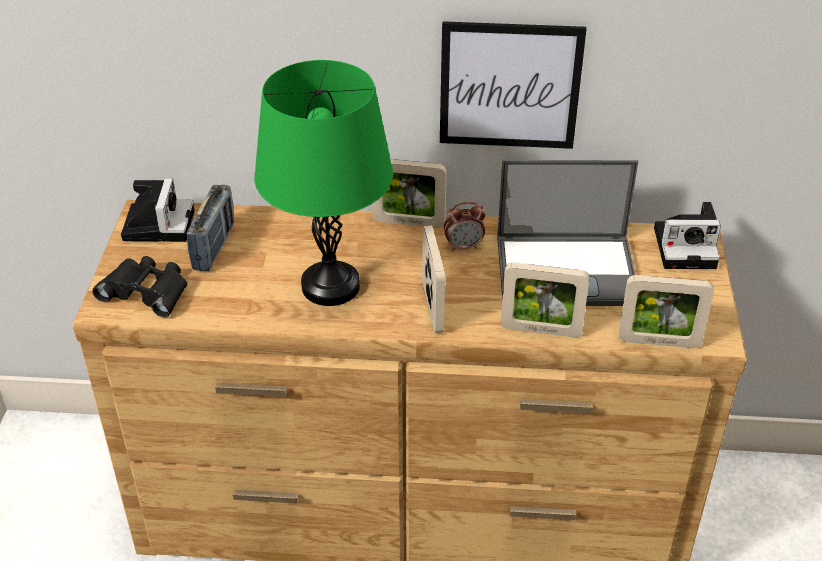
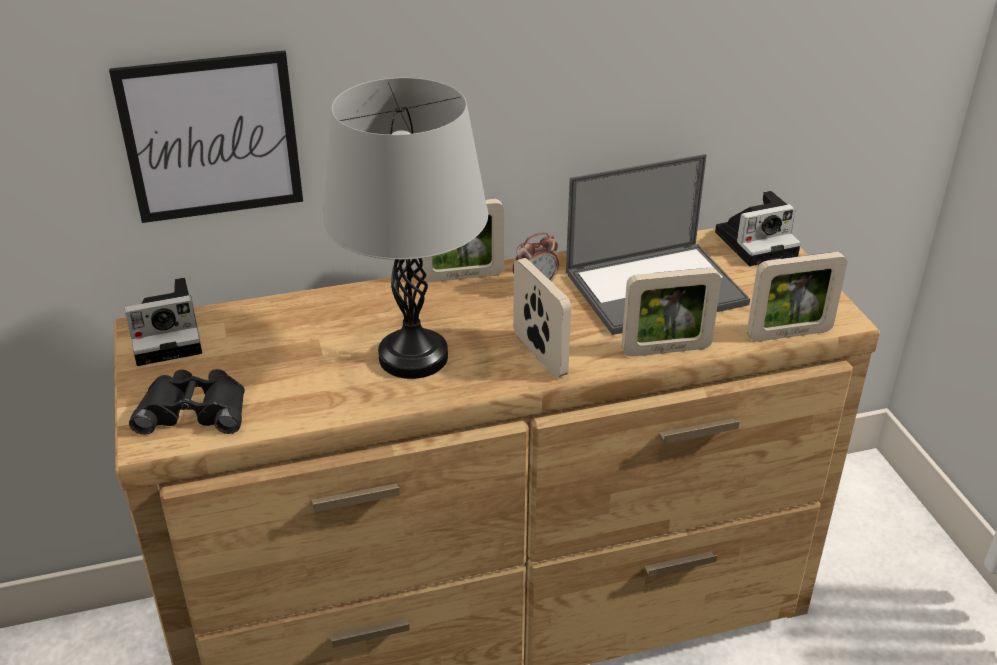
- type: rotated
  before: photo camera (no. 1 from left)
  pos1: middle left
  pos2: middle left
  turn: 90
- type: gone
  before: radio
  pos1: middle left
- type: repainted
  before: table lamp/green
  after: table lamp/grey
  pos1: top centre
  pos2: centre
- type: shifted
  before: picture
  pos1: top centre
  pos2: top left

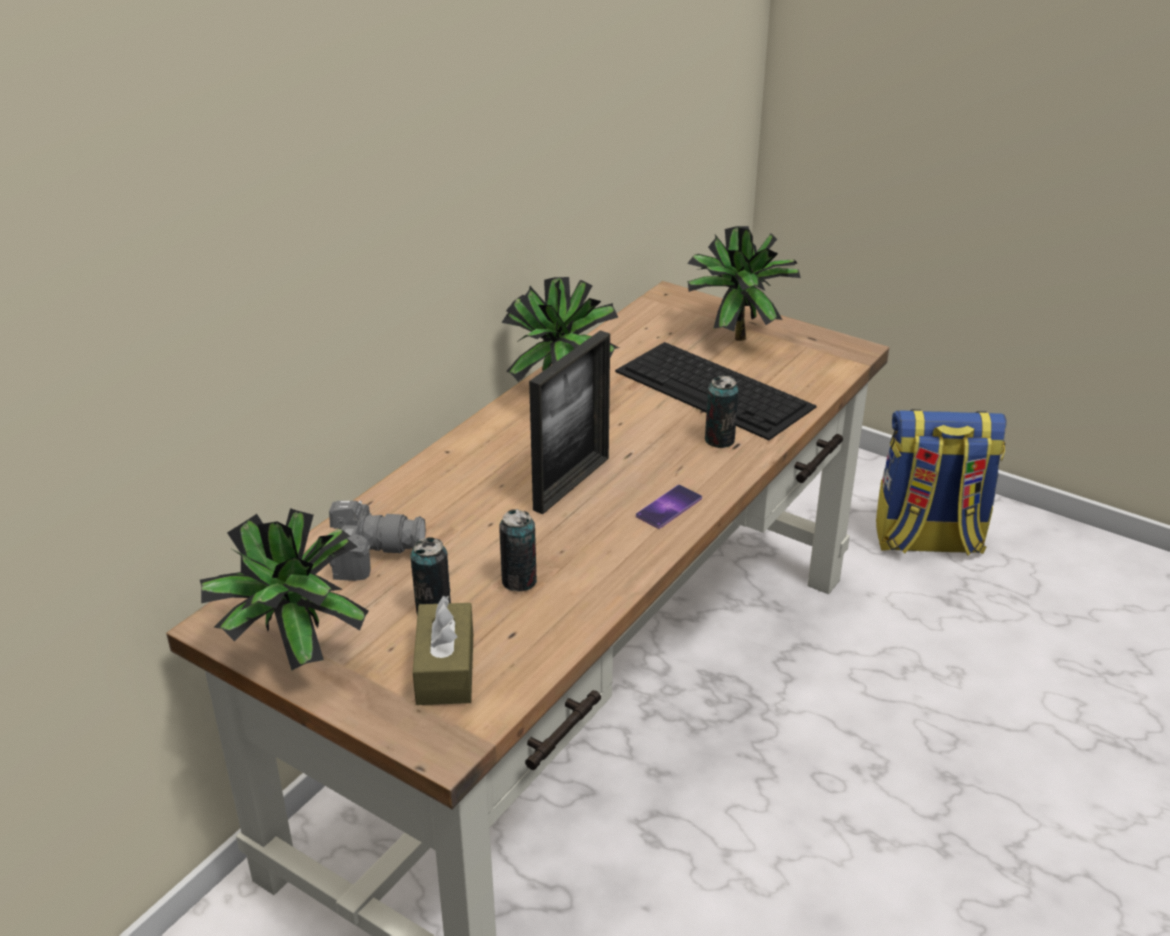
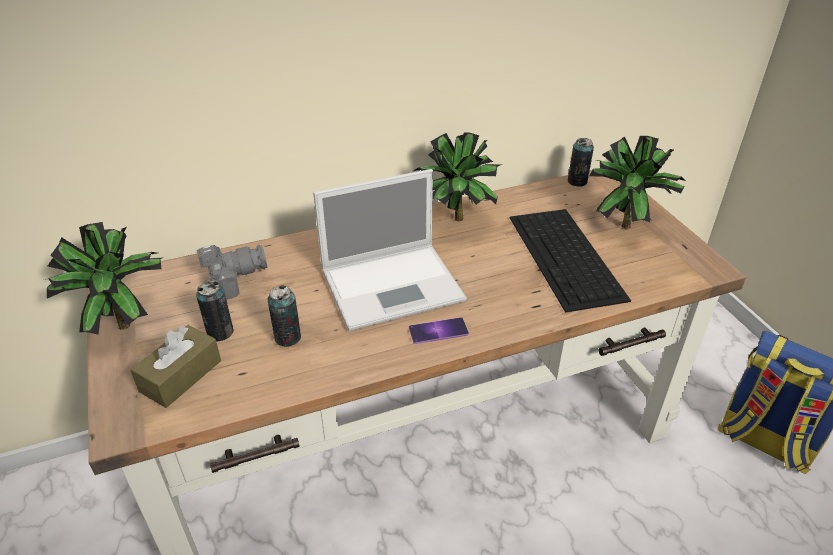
- type: rotated
  before: photo camera
  pos1: middle left
  pos2: middle left
  turn: -60
- type: swapped
  before: picture frame
  after: laptop
  pos1: centre
  pos2: centre
- type: shifted
  before: can (no. 3 from left)
  pos1: centre
  pos2: top right

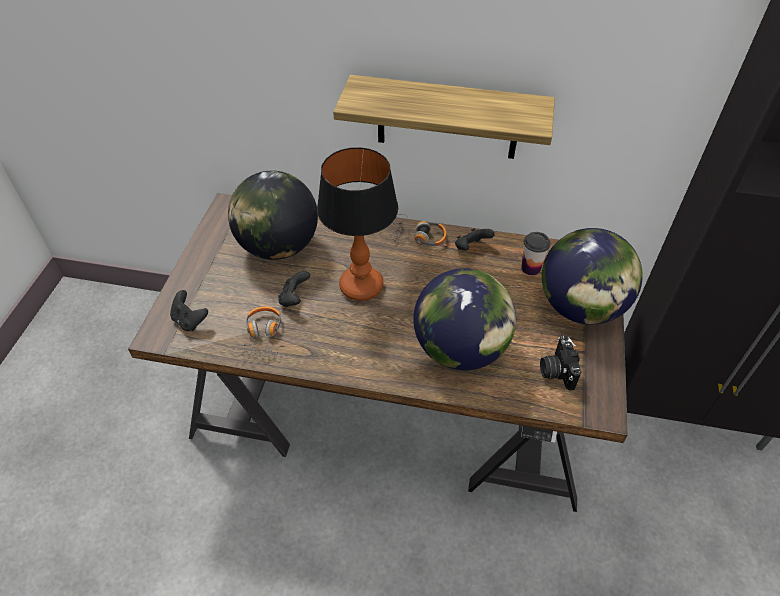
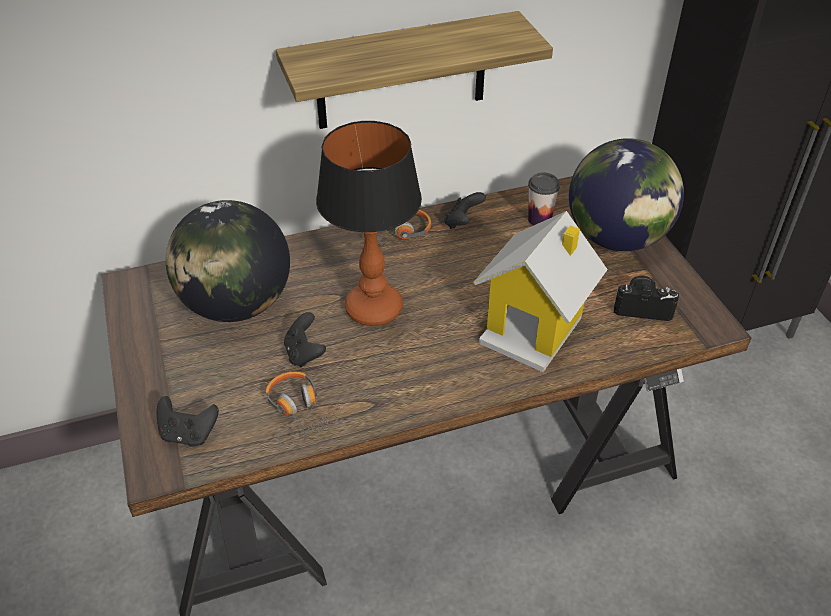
- type: swapped
  before: globe (no. 2 from left)
  after: toy house
  pos1: centre
  pos2: centre
- type: rotated
  before: photo camera
  pos1: middle right
  pos2: middle right
  turn: 135

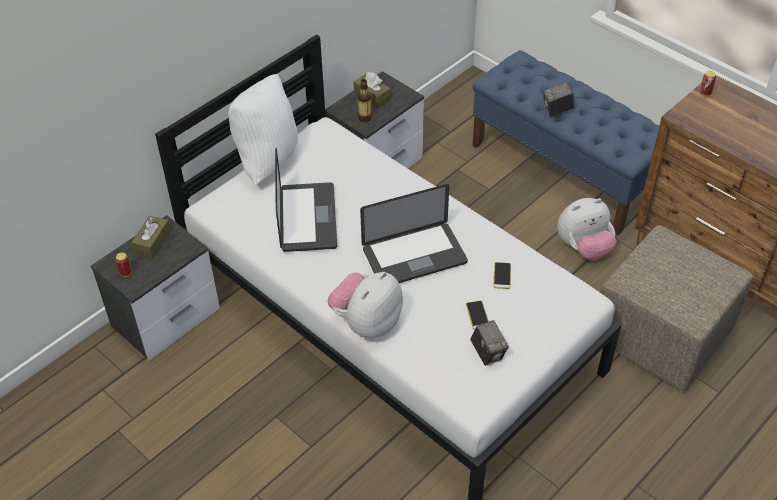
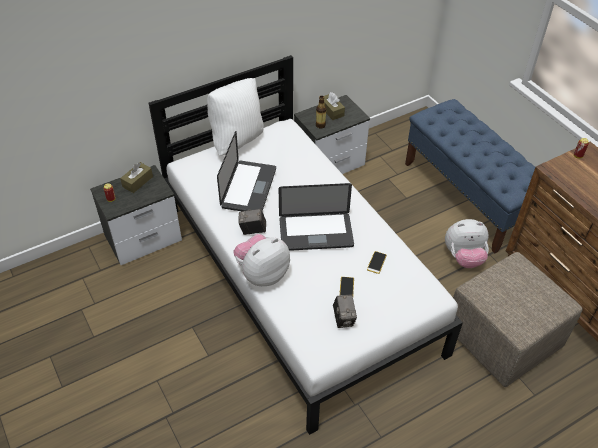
- type: shifted
  before: photo camera (no. 2 from left in the first image)
  after: photo camera (no. 1 from left)
  pos1: top right
  pos2: centre

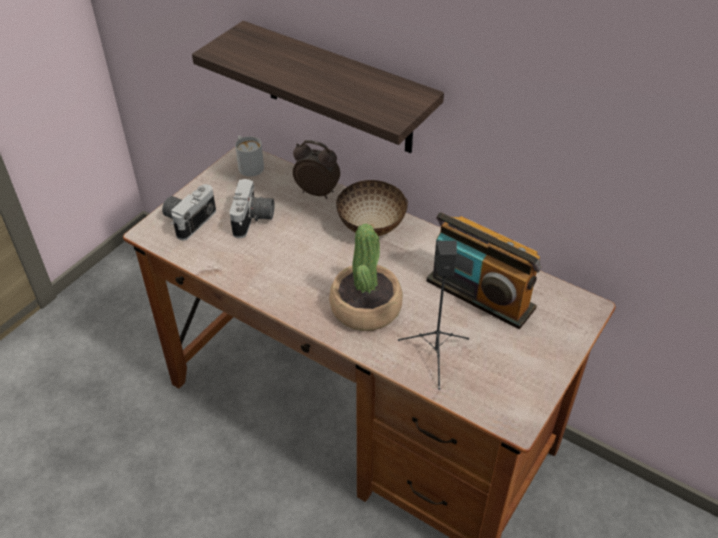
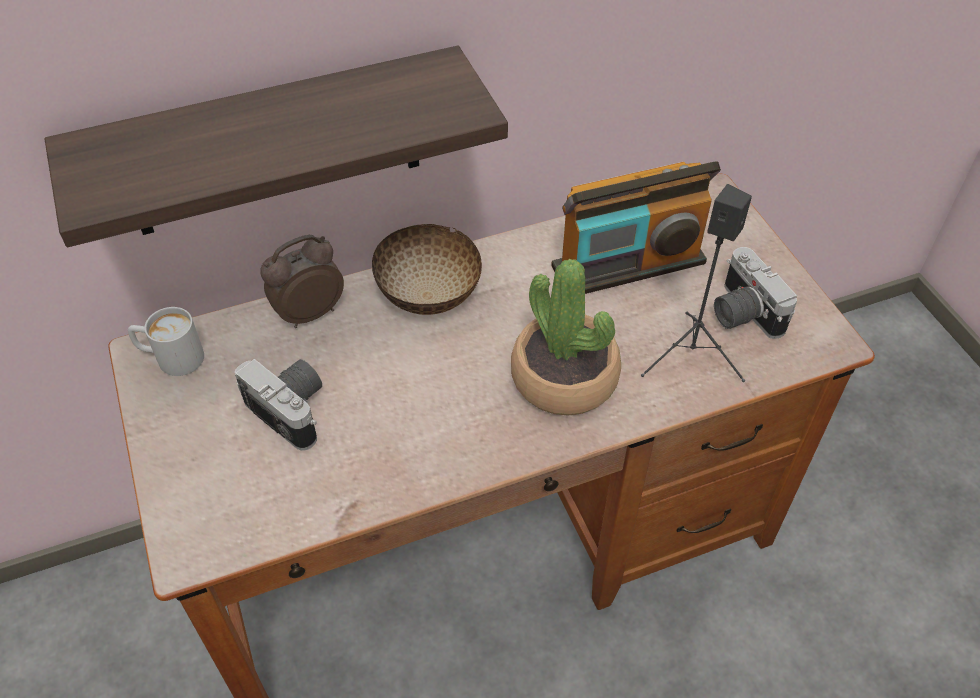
- type: shifted
  before: photo camera (no. 1 from left in the first image)
  after: photo camera (no. 2 from left)
  pos1: middle left
  pos2: middle right

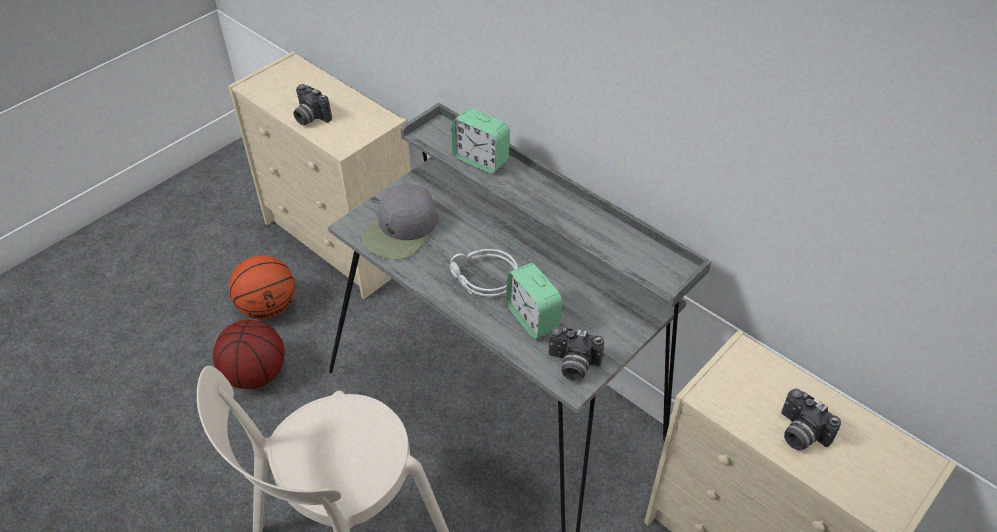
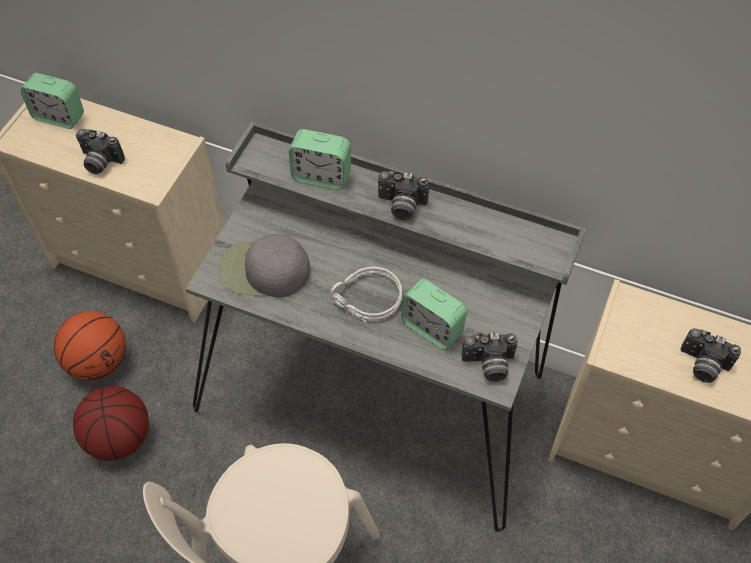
- type: rotated
  before: cap/grey
  pos1: centre
  pos2: centre
  turn: 90
- type: new
  after: alarm clock (no. 1 from left)
  pos2: top left
- type: new
  after: photo camera (no. 2 from left)
  pos2: centre

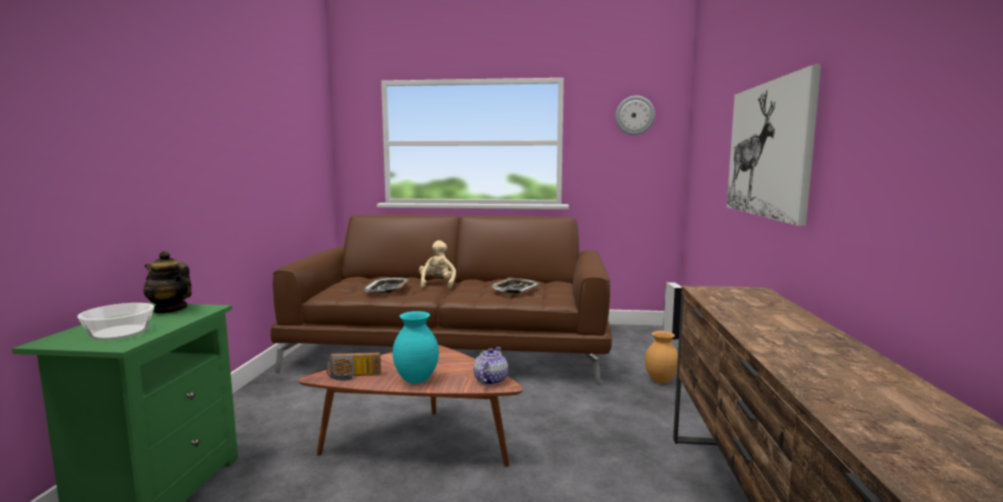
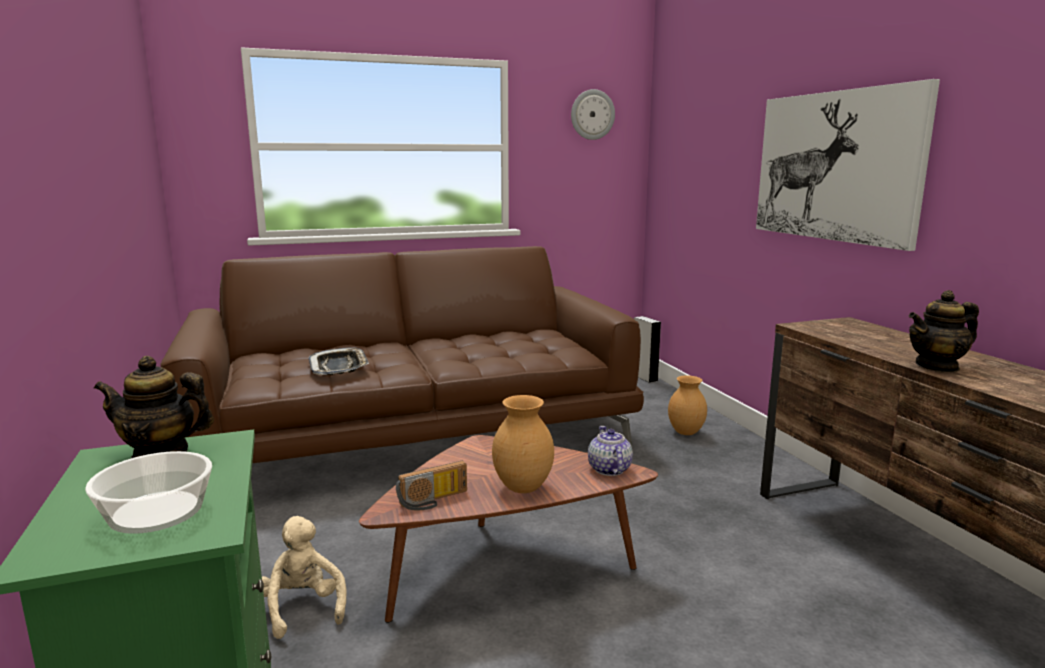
- type: repainted
  before: vase/turquoise
  after: vase/brown (no. 1 from left)
  pos1: bottom centre
  pos2: centre
- type: shifted
  before: plush toy/beige
  pos1: centre
  pos2: bottom left
- type: gone
  before: tray (no. 2 from left)
  pos1: centre
- type: new
  after: teapot (no. 3 from left)
  pos2: middle right

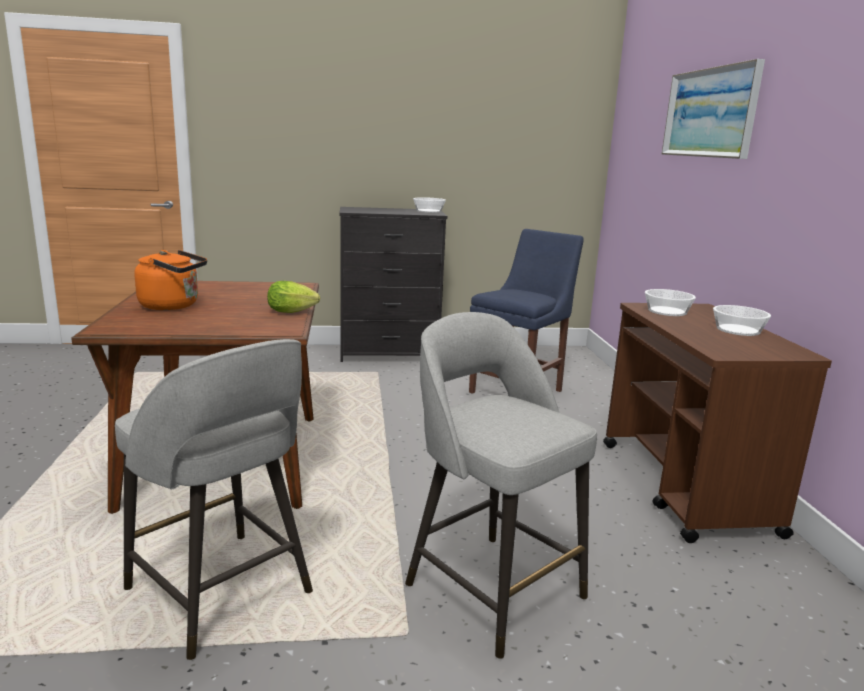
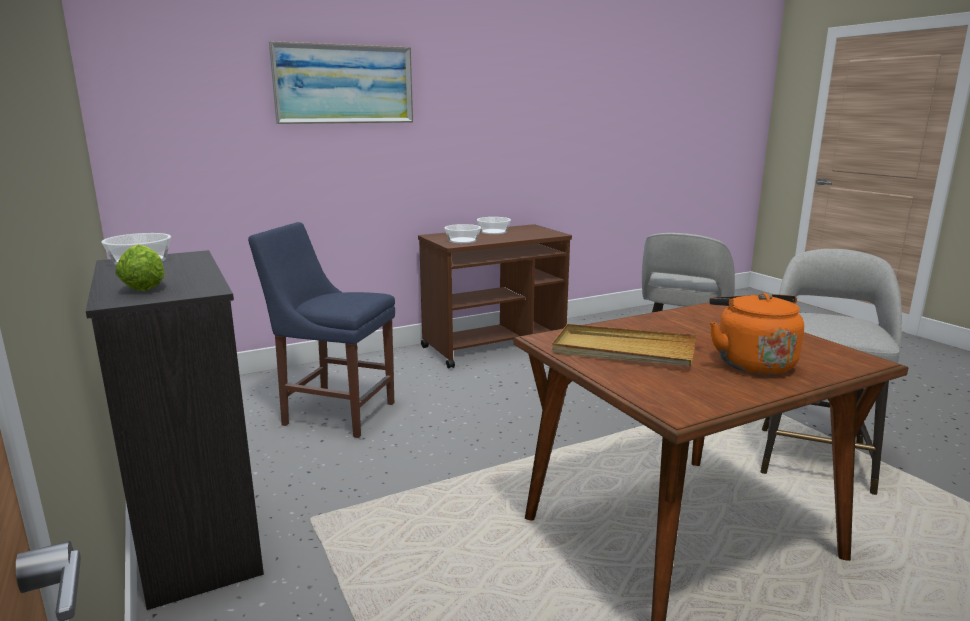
- type: shifted
  before: lettuce
  pos1: centre
  pos2: middle left
- type: new
  after: tray/beige
  pos2: centre

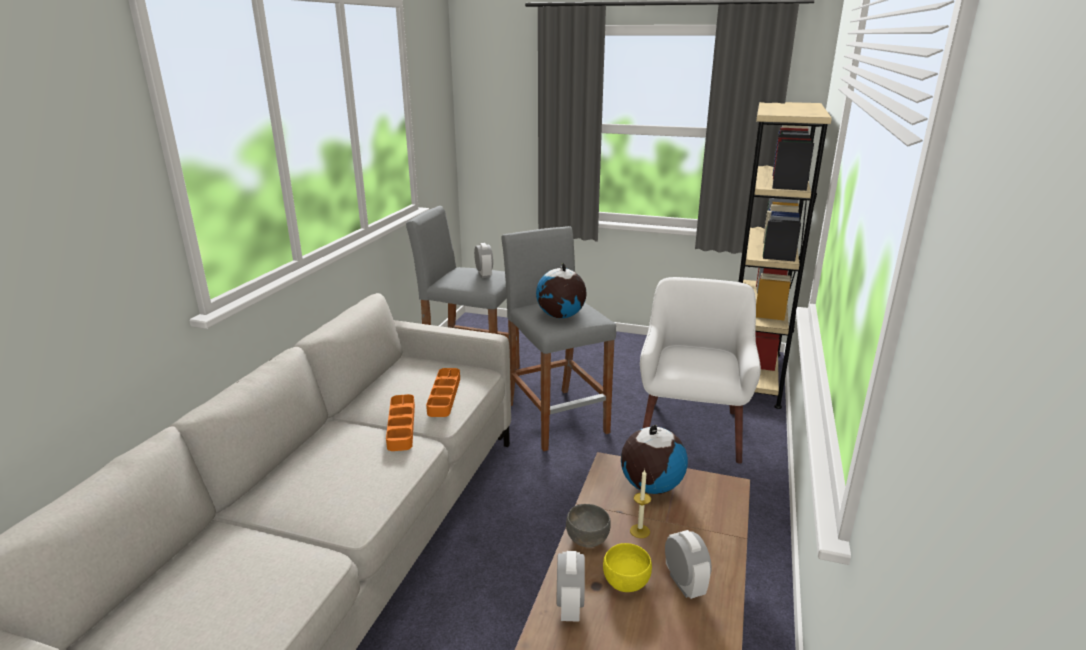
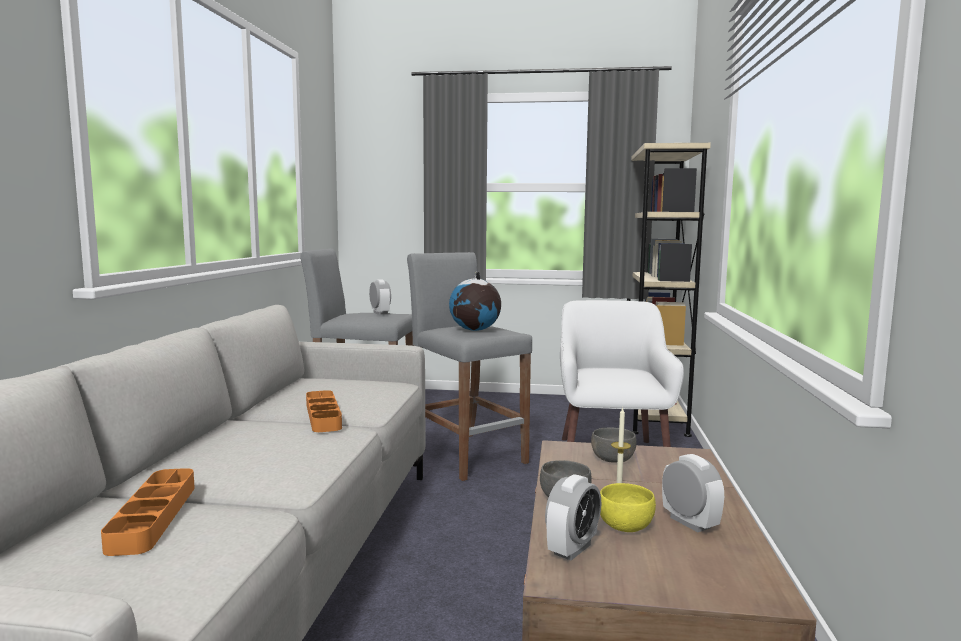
- type: shifted
  before: tray/orange (no. 2 from left in the first image)
  after: tray/orange (no. 1 from left)
  pos1: centre
  pos2: bottom left
- type: rotated
  before: alarm clock (no. 2 from left)
  pos1: bottom centre
  pos2: bottom centre
  turn: 45
- type: swapped
  before: globe (no. 2 from left)
  after: bowl/grey (no. 2 from left)
  pos1: bottom centre
  pos2: bottom centre

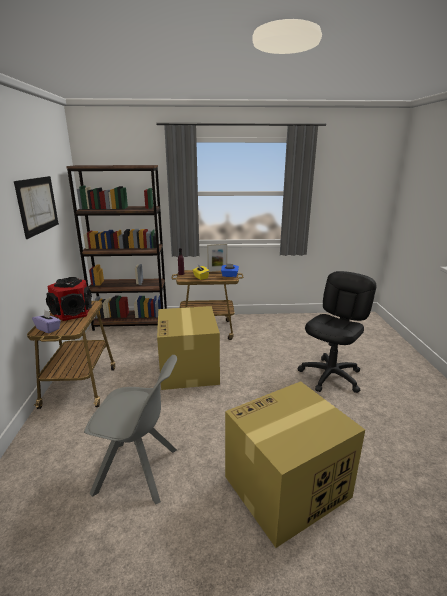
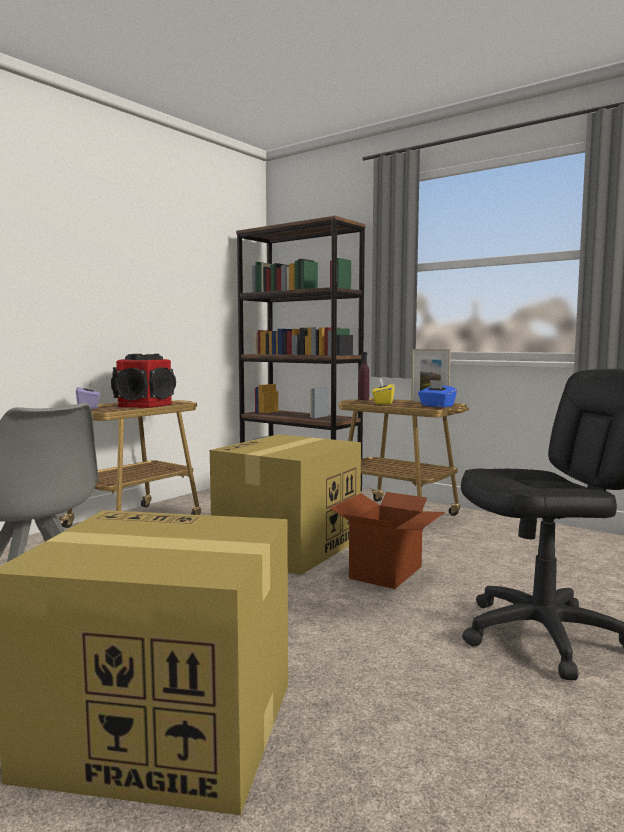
- type: gone
  before: picture
  pos1: middle left
- type: new
  after: cardboard box (no. 3 from left)
  pos2: centre

